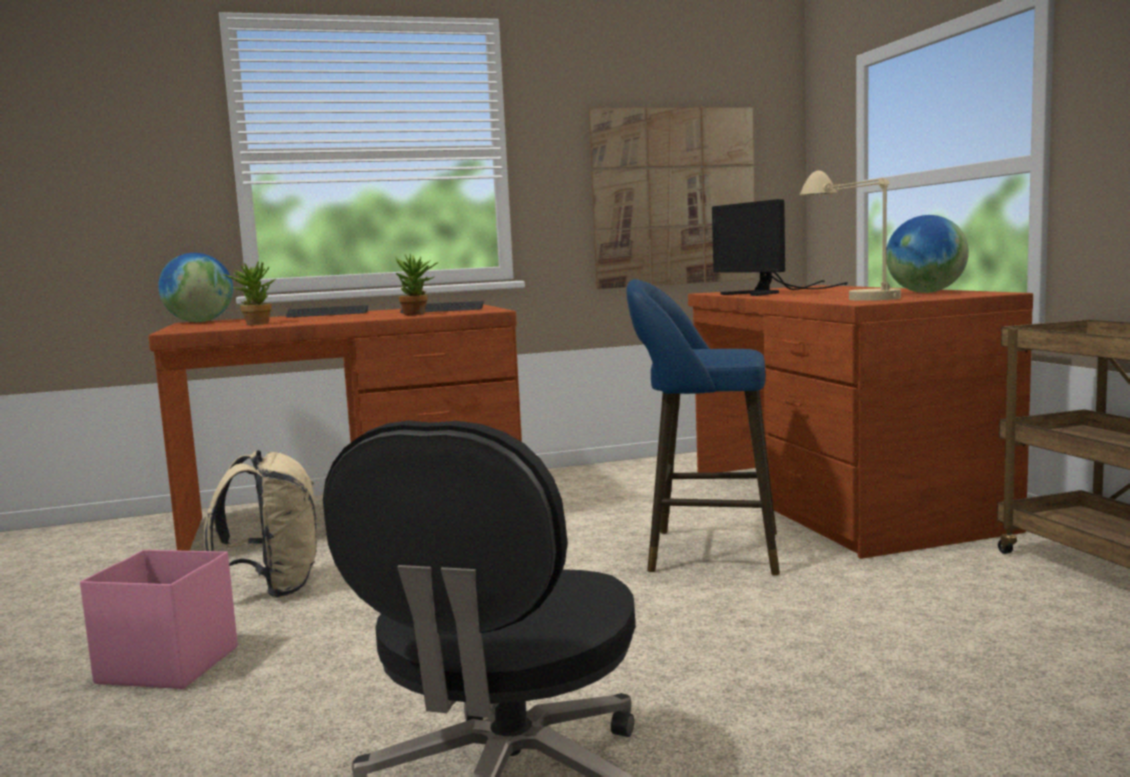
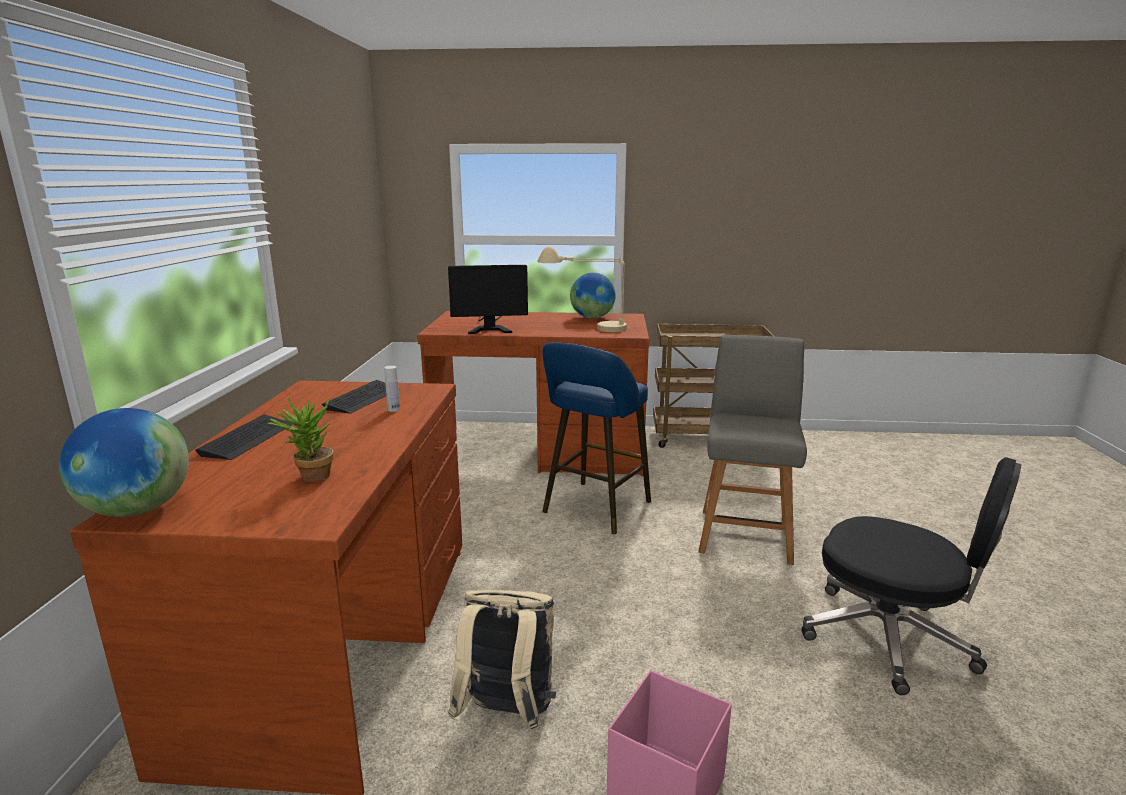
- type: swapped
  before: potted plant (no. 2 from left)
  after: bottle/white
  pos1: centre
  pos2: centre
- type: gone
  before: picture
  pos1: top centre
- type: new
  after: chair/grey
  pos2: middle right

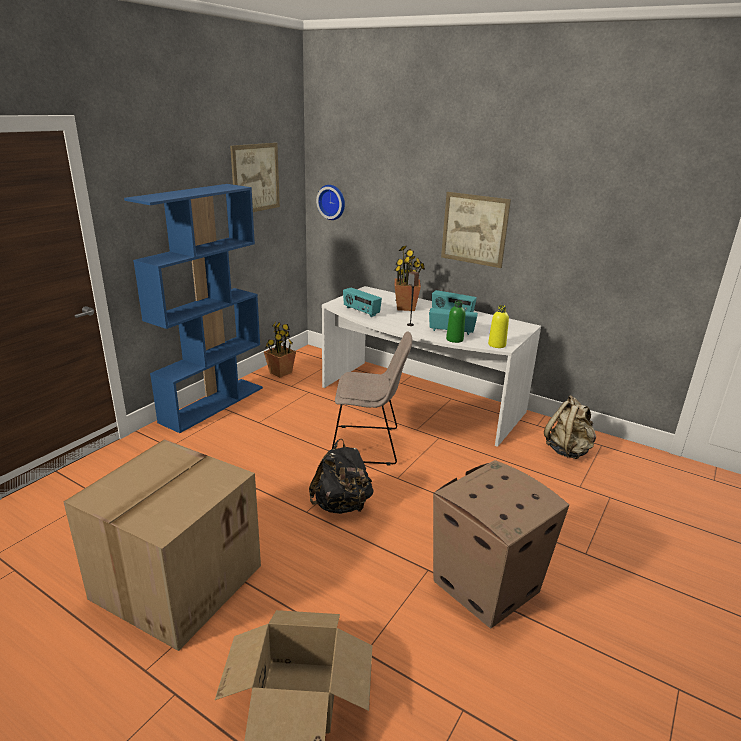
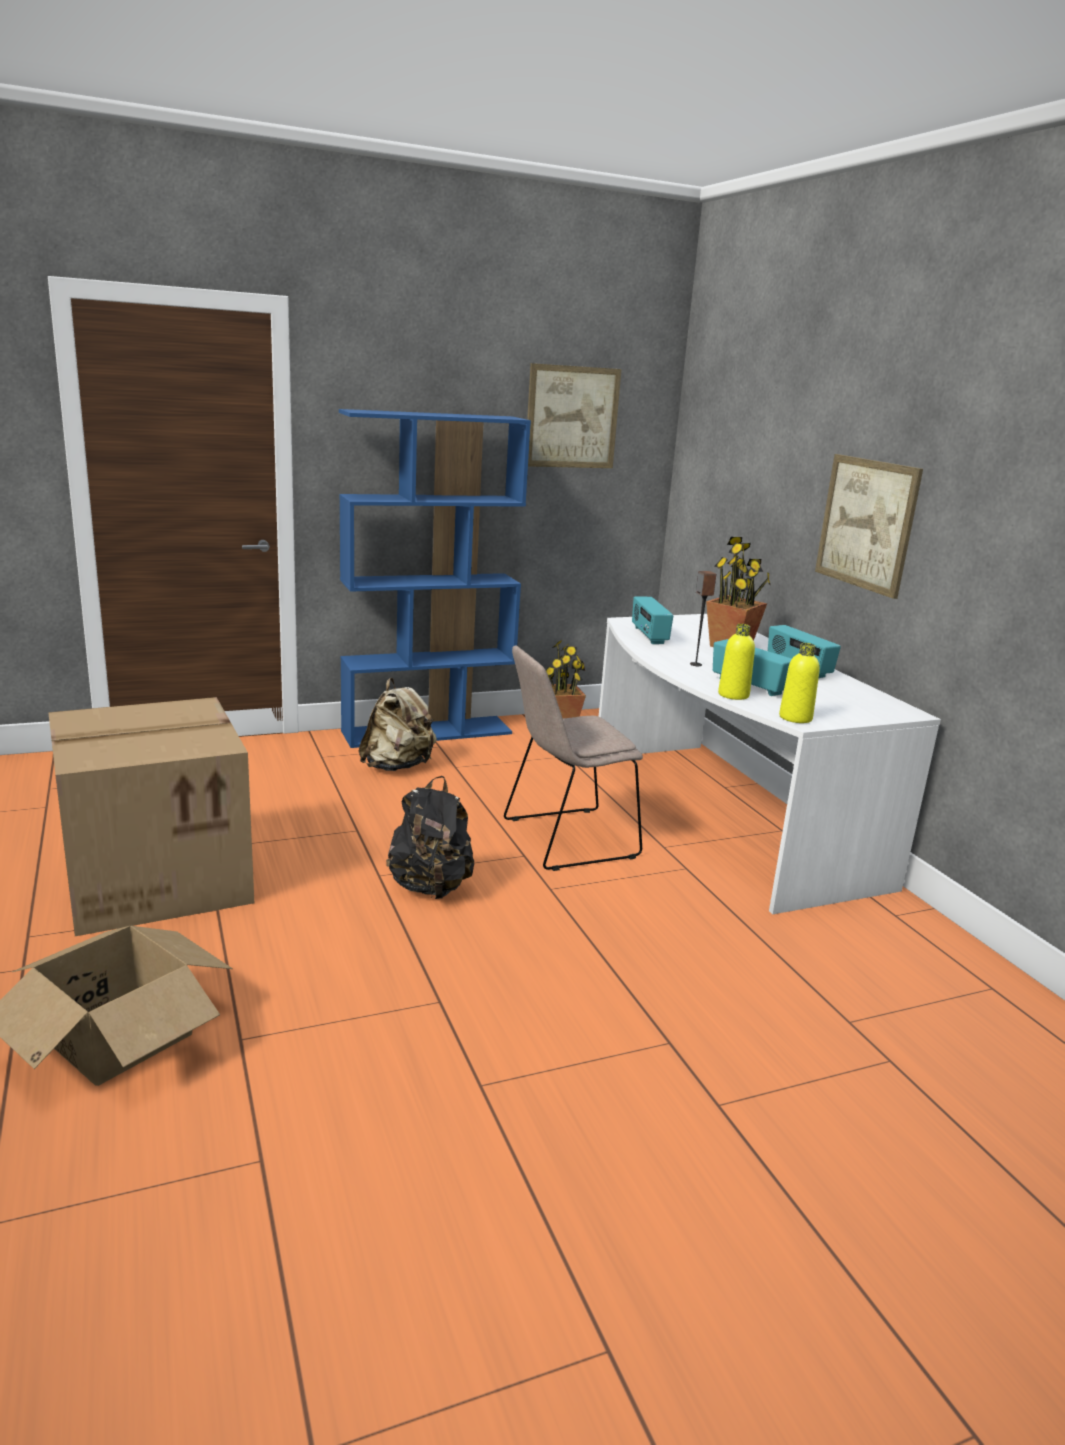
- type: gone
  before: wall clock
  pos1: top centre
- type: rotated
  before: chair/beige
  pos1: centre
  pos2: centre
  turn: 120
- type: gone
  before: cardboard box (no. 3 from left)
  pos1: bottom right
- type: repainted
  before: bottle/green
  after: bottle/yellow (no. 1 from left)
  pos1: centre
  pos2: middle right
- type: shifted
  before: backpack/beige
  pos1: middle right
  pos2: centre

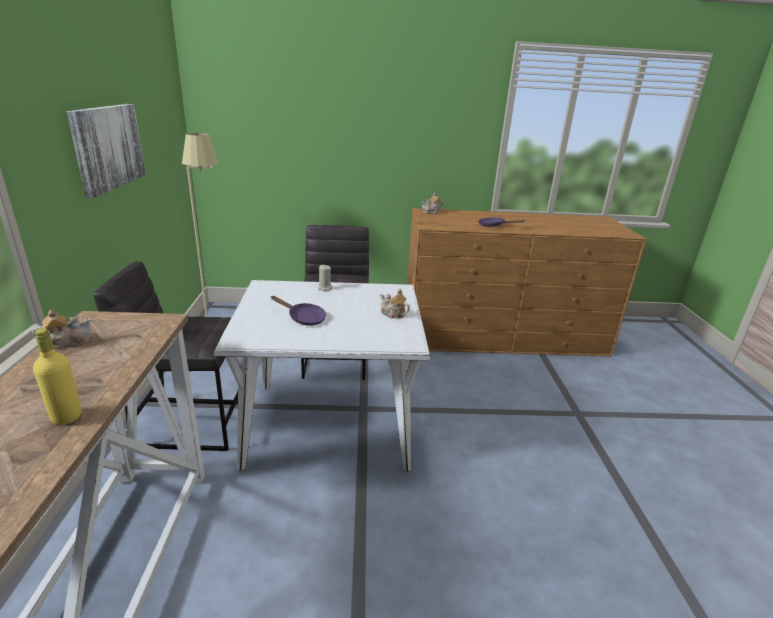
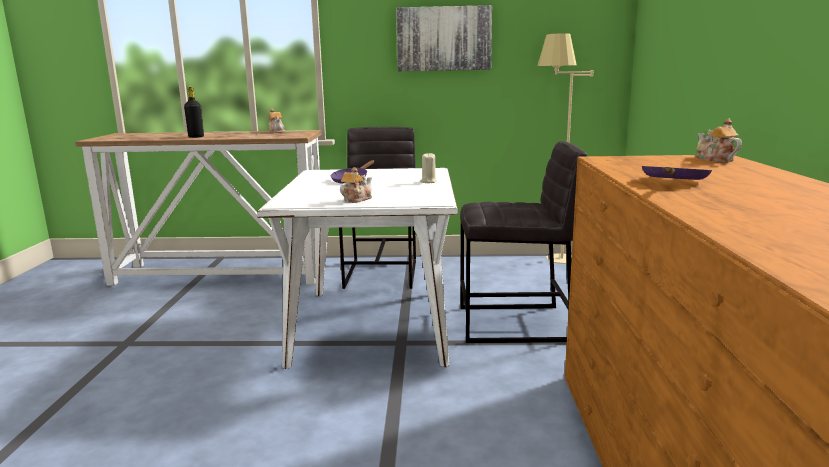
- type: repainted
  before: bottle/yellow
  after: bottle/black
  pos1: middle left
  pos2: top left

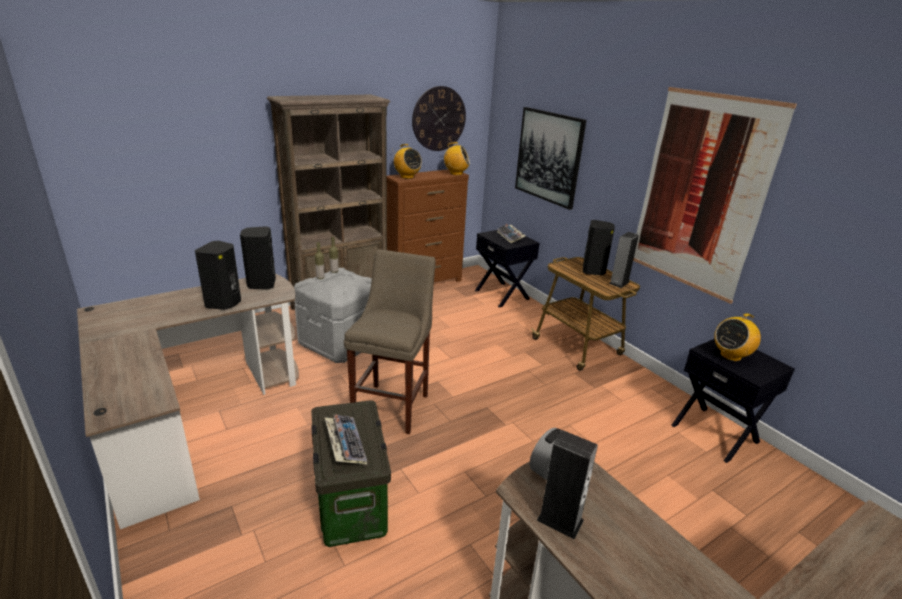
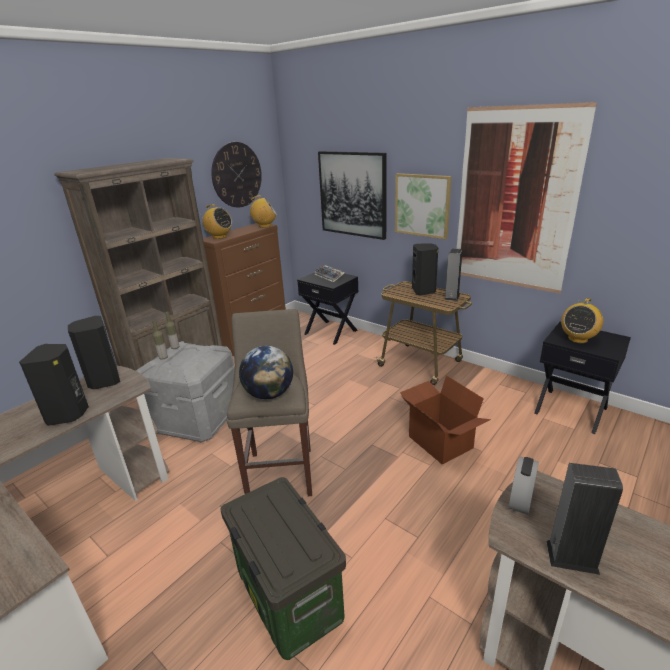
- type: gone
  before: keyboard (no. 1 from left)
  pos1: bottom centre
- type: new
  after: globe
  pos2: centre
- type: new
  after: picture (no. 2 from left)
  pos2: top centre
- type: new
  after: cardboard box
  pos2: centre

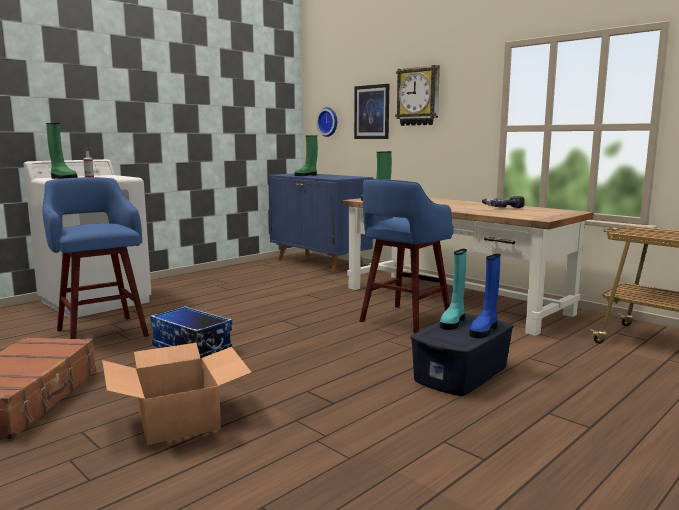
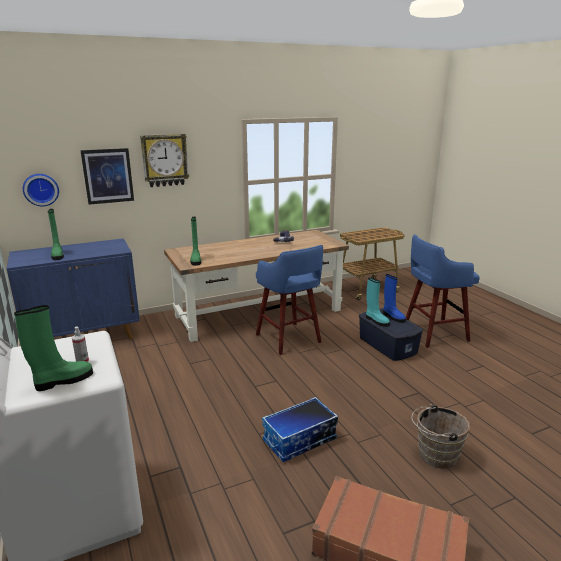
- type: shifted
  before: stool/blue (no. 1 from left in the first image)
  after: stool/blue (no. 2 from left)
  pos1: middle left
  pos2: middle right
- type: swapped
  before: cardboard box
  after: bucket/brown
  pos1: bottom left
  pos2: bottom right

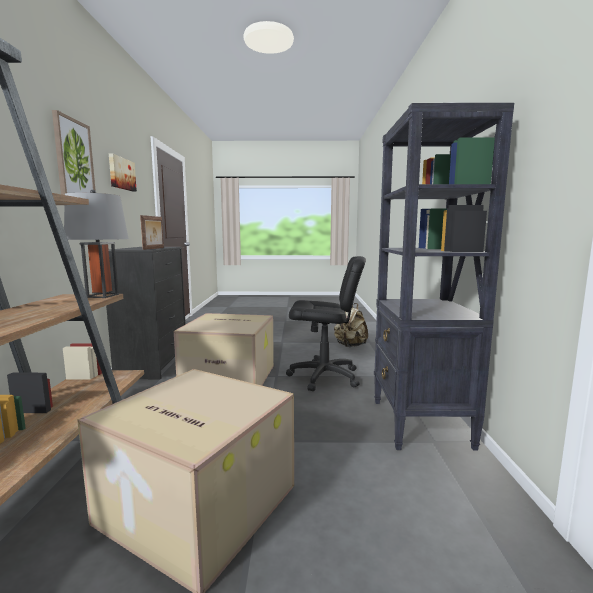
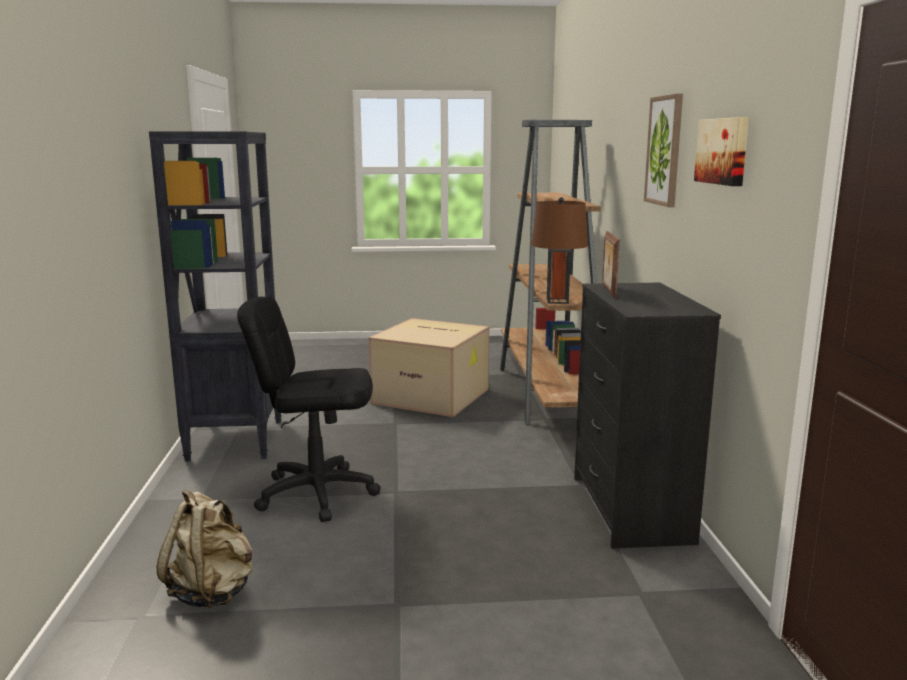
- type: repainted
  before: table lamp/grey
  after: table lamp/brown
  pos1: middle left
  pos2: centre
- type: gone
  before: cardboard box (no. 2 from left)
  pos1: centre

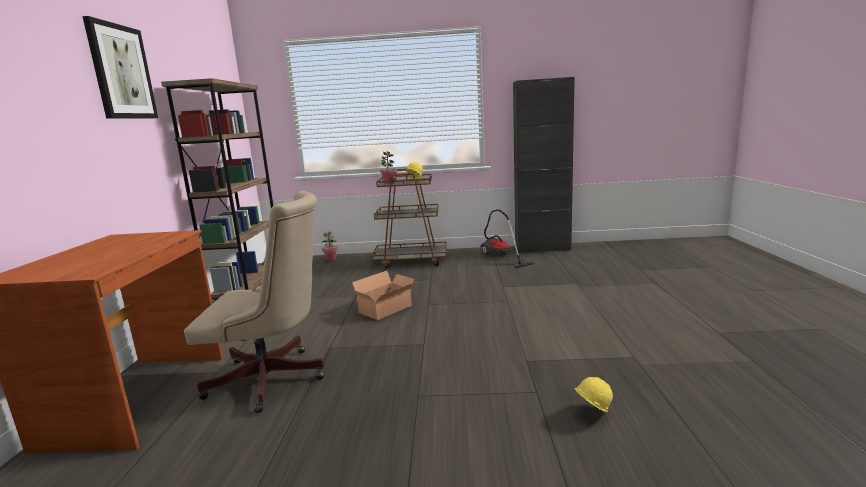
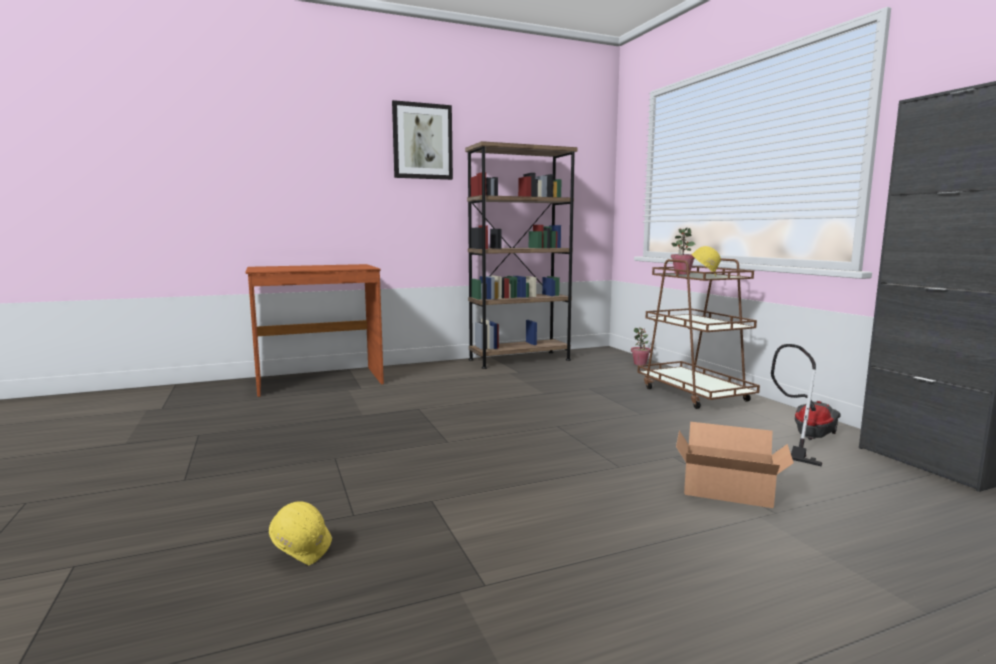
- type: gone
  before: office chair/beige
  pos1: middle left
- type: shifted
  before: cardboard box
  pos1: centre
  pos2: bottom right

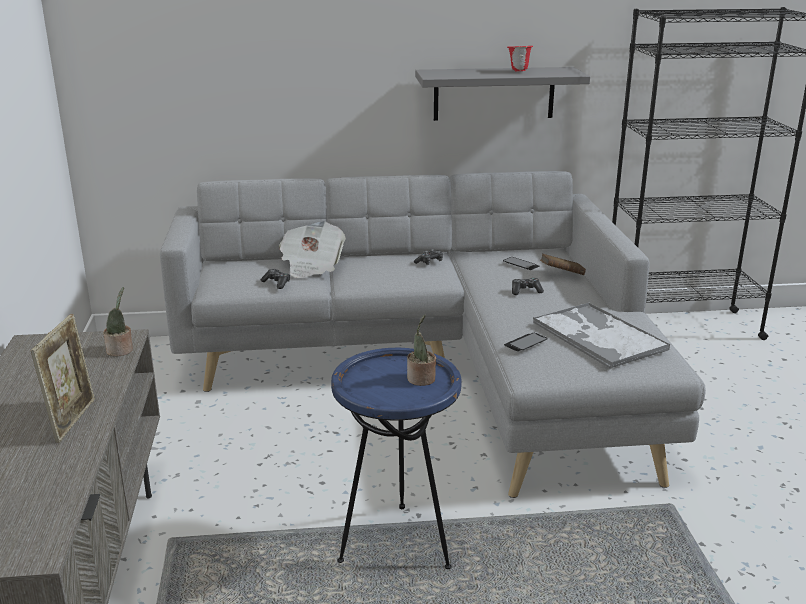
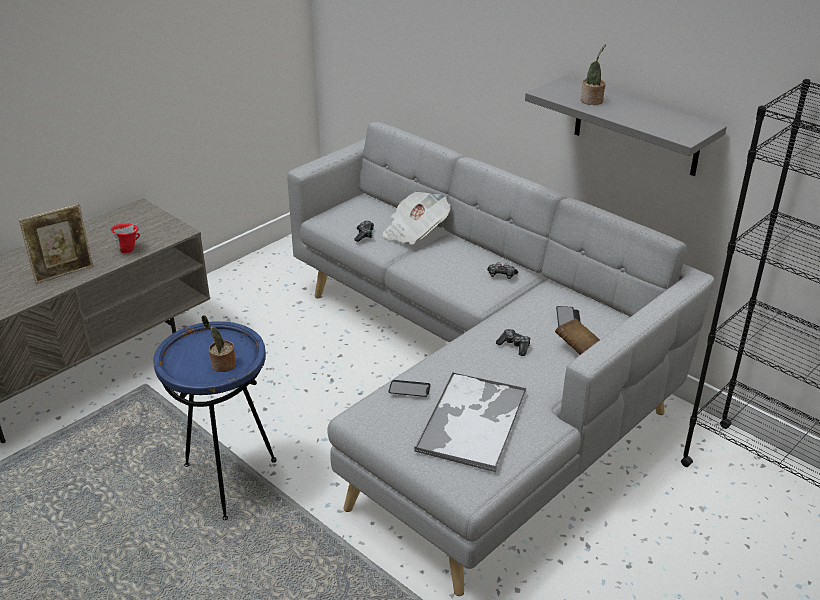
- type: shifted
  before: potted plant (no. 1 from left in the first image)
  after: potted plant (no. 2 from left)
  pos1: middle left
  pos2: top right
- type: shifted
  before: mug/red
  pos1: top centre
  pos2: middle left

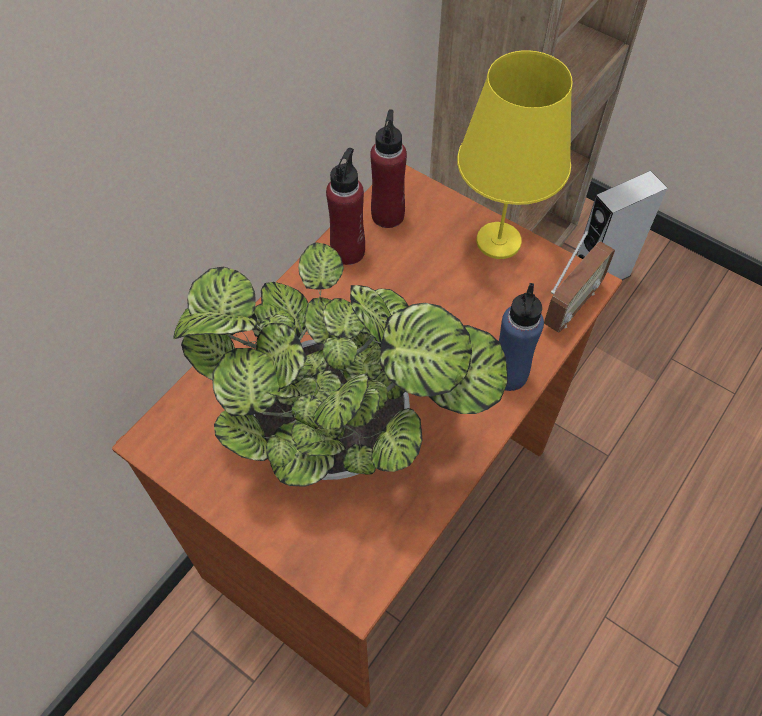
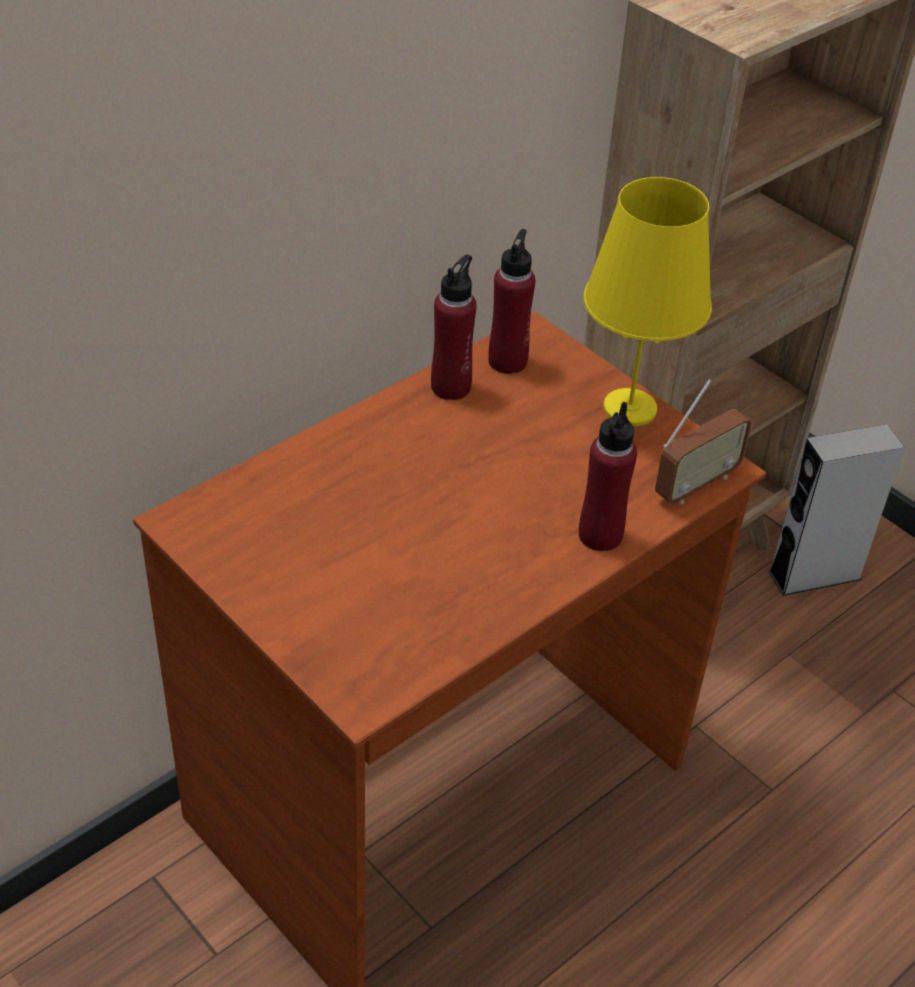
- type: gone
  before: potted plant
  pos1: centre
- type: repainted
  before: bottle/blue
  after: bottle/red (no. 3 from left)
  pos1: middle right
  pos2: centre

